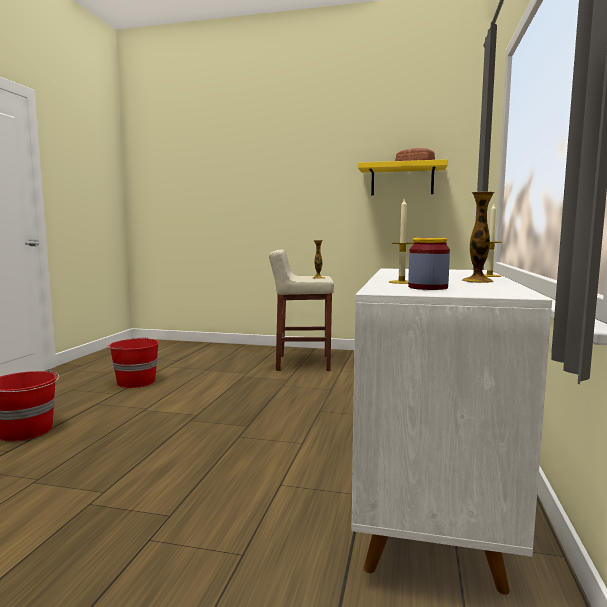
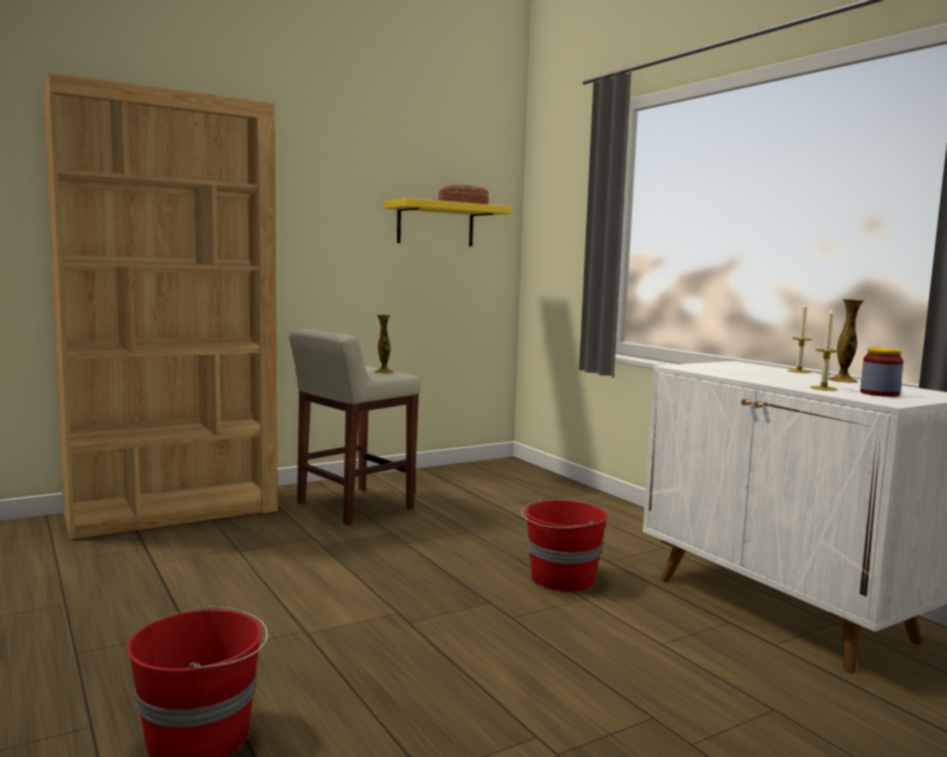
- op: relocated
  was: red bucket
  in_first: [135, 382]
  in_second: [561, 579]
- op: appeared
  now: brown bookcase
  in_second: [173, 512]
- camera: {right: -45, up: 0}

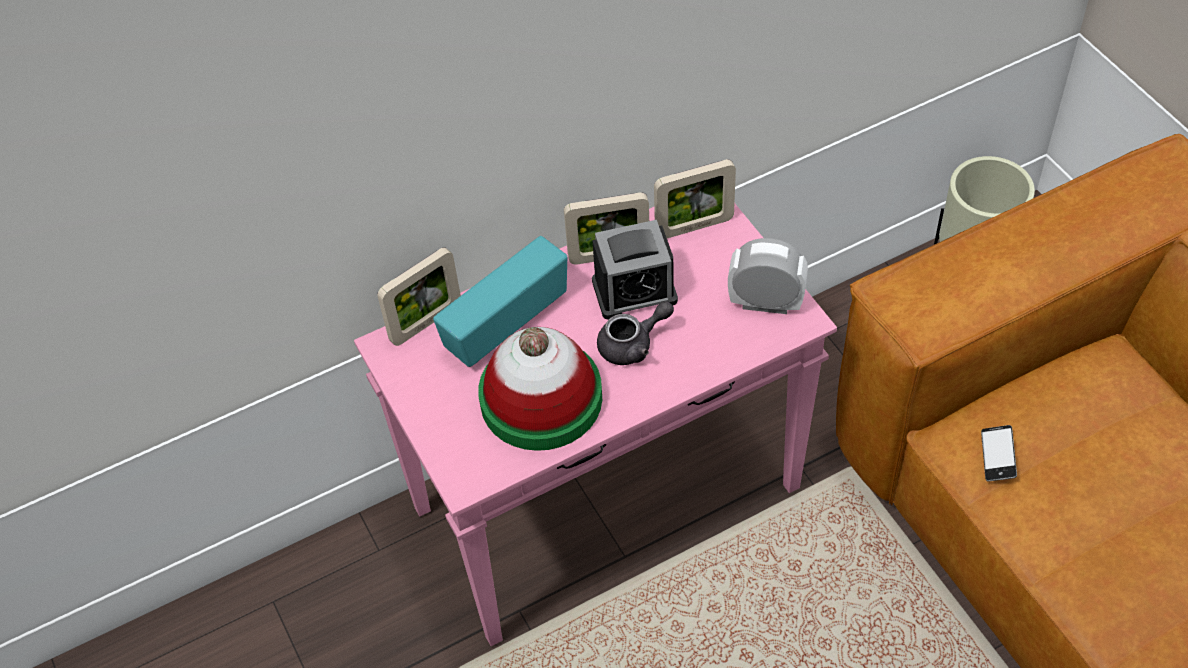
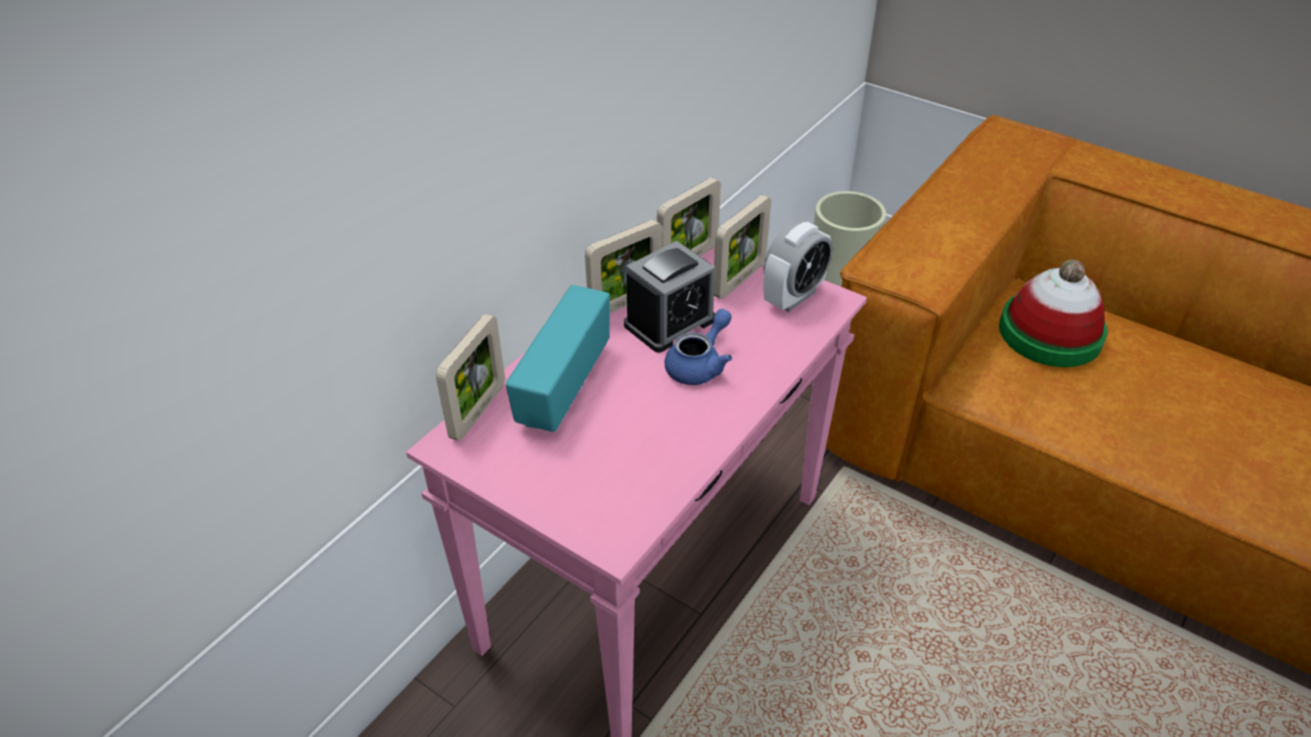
- op: spun
  was: alarm clock
  in_first: [765, 303]
  in_second: [793, 297]
  clockwise: 150
- op: colour
  was: grey teapot
  now: blue teapot
  in_first: [633, 345]
  in_second: [700, 365]
- op: relocated
  was: hat
  in_first: [541, 398]
  in_second: [1050, 333]
- op: missing
  was: phone
  in_first: [997, 456]
- op: appeared
  now: picture frame
  in_second: [739, 280]
- camera: {right: -30, up: -10}

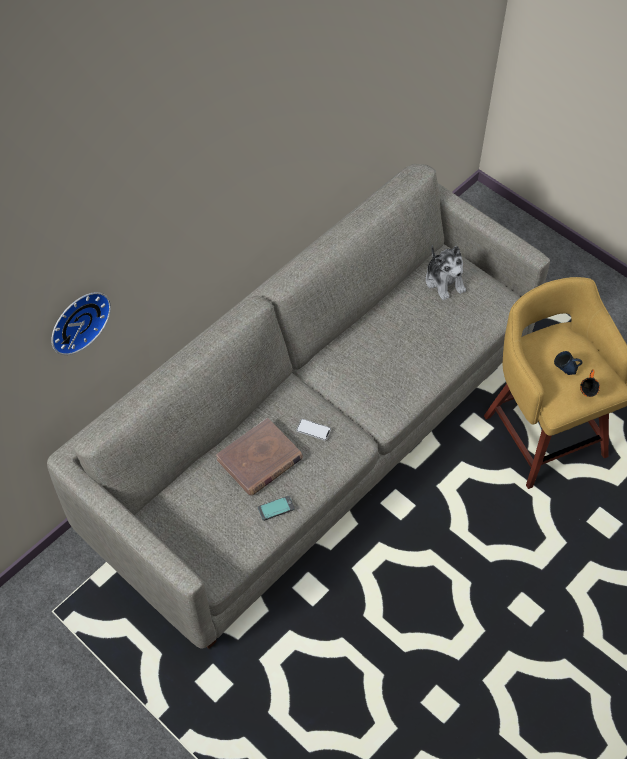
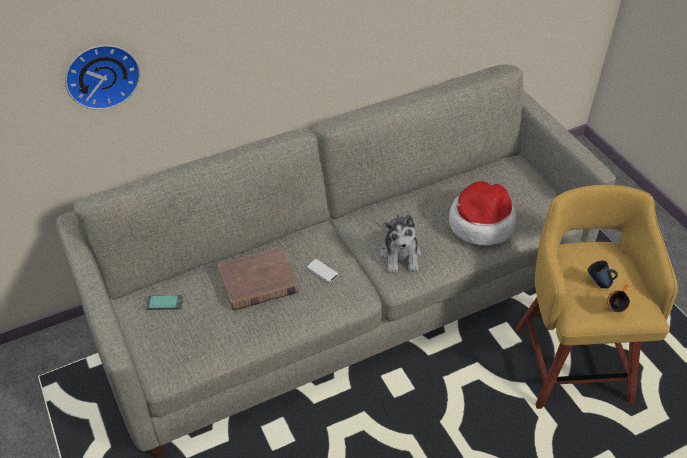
- op: relocated
  was: plush toy
  in_first: [444, 281]
  in_second: [401, 255]
- op: relocated
  was: phone
  in_first: [276, 508]
  in_second: [164, 302]
- op: appeared
  now: hat
  in_second: [480, 223]
- camera: {right: 20, up: -10}

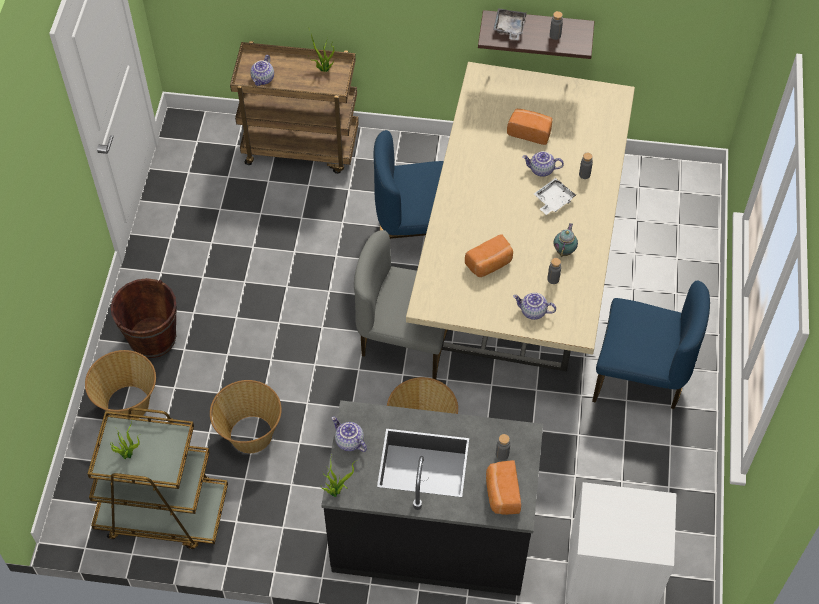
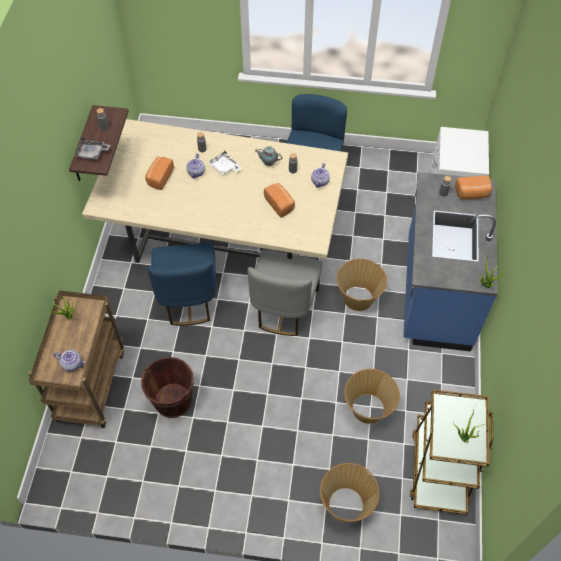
- op: relocated
  was: brown bucket
  in_first: [153, 338]
  in_second: [173, 401]
- op: colour
  was: black counter
  now: blue counter
  in_first: [431, 535]
  in_second: [435, 293]
- op: missing
  was: teapot
  in_first: [349, 442]
- camera: {right: -90, up: 0}

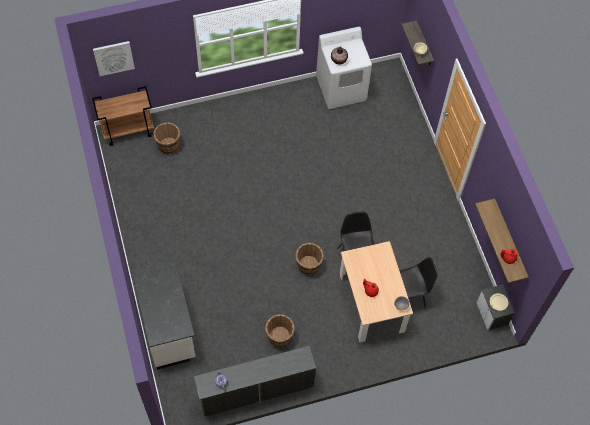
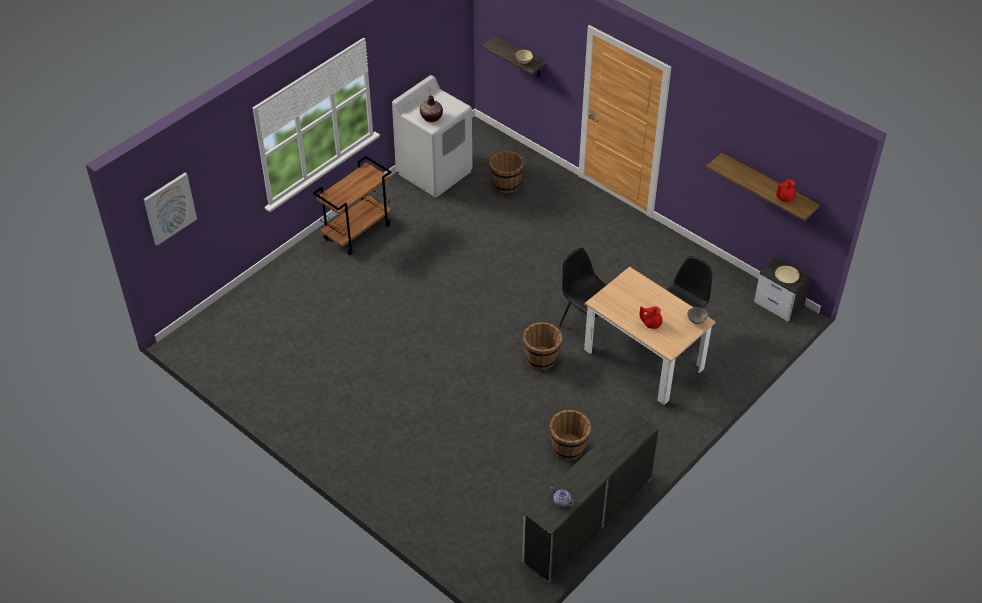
- op: relocated
  was: brown cart
  in_first: [128, 130]
  in_second: [357, 231]
- op: relocated
  was: brown bucket
  in_first: [168, 145]
  in_second: [506, 184]
- op: missing
  was: white counter
  in_first: [168, 327]
- camera: {right: -30, up: -15}

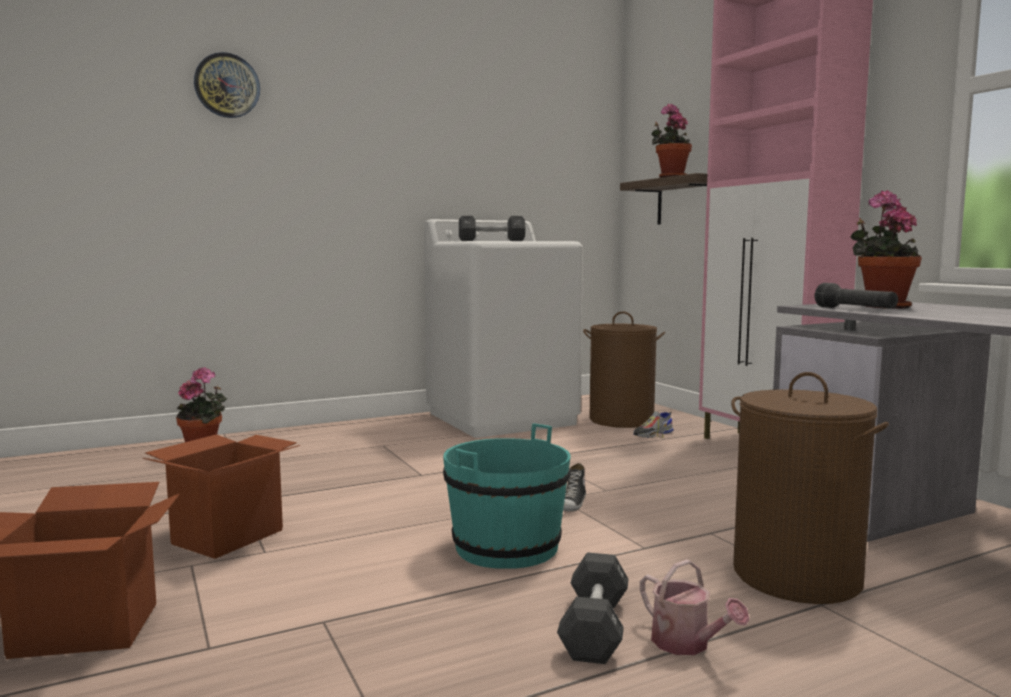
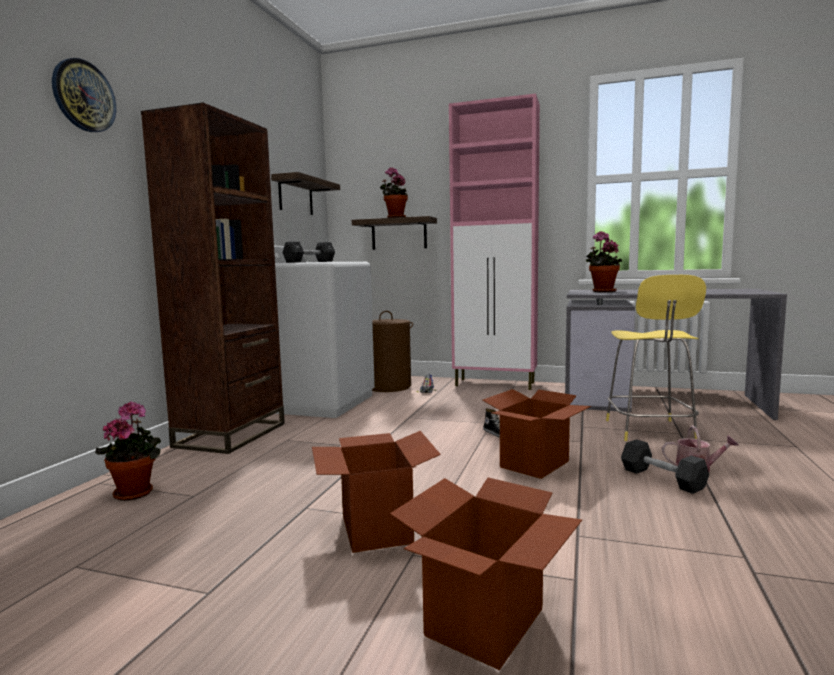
- op: missing
  was: black flashlight
  in_first: [855, 310]
- op: exchanged
  was: brown laundry basket
  now: yellow stool
  in_first: [795, 575]
  in_second: [650, 431]
- op: exchanged
  was: turquoise bucket
  now: cardboard box
  in_first: [506, 547]
  in_second: [534, 464]
- op: appeared
  now: brown bookcase
  in_second: [231, 435]
- op: appeared
  now: shelf
  in_second: [295, 196]
- camera: {right: -45, up: 0}

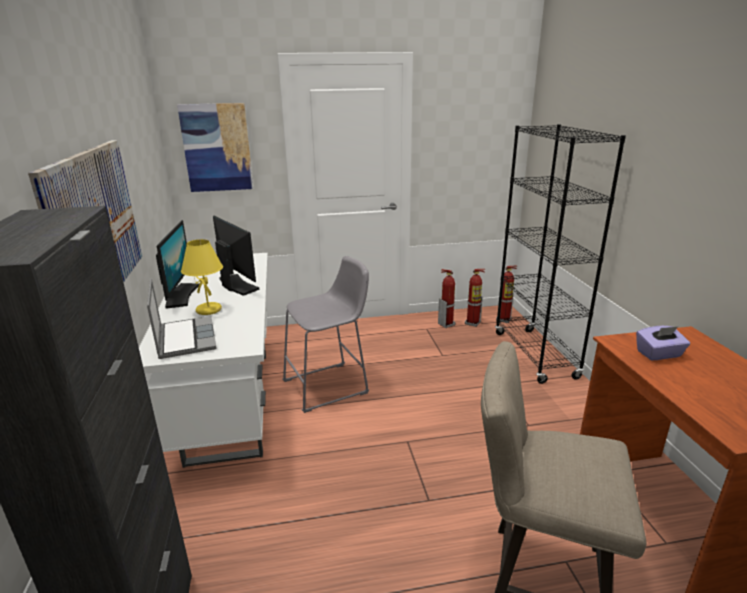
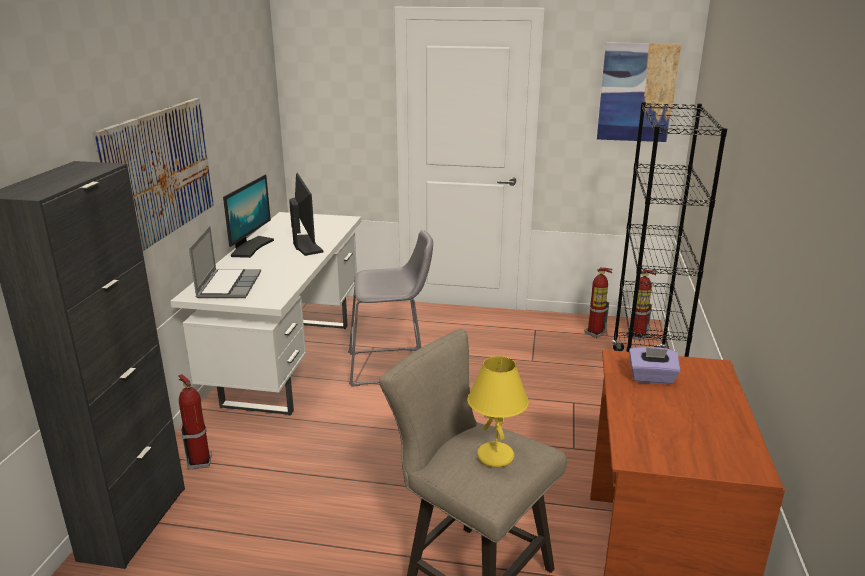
- op: relocated
  was: picture
  in_first: [217, 148]
  in_second: [637, 92]
- op: relocated
  was: yellow table lamp
  in_first: [209, 310]
  in_second: [496, 456]
- op: relocated
  was: fire extinguisher
  in_first: [446, 324]
  in_second: [200, 461]
- camera: {right: 20, up: 0}

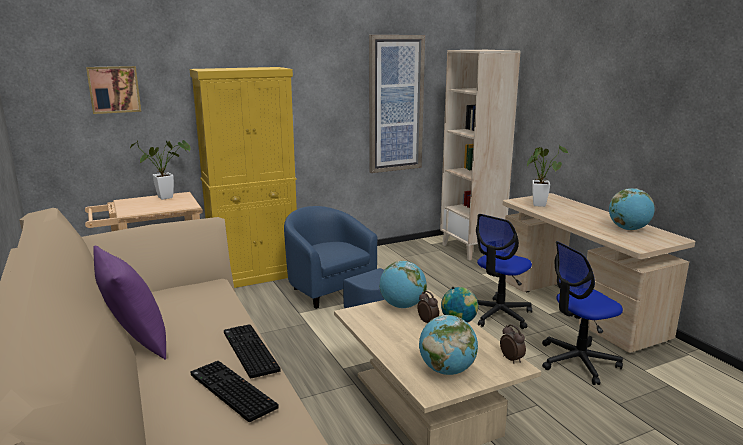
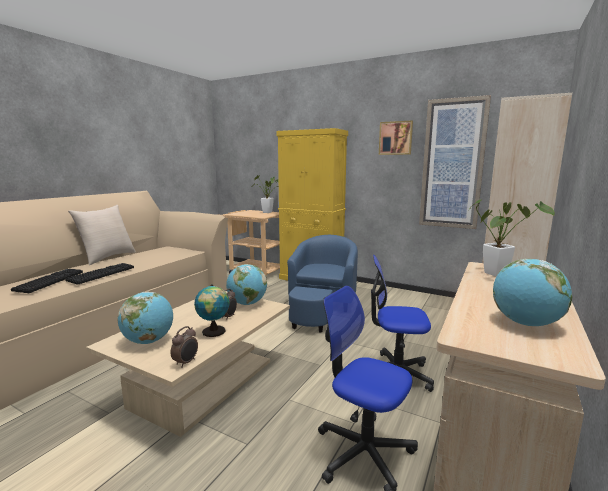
- op: relocated
  was: picture
  in_first: [114, 89]
  in_second: [395, 138]
- op: colour
  was: purple pillow
  now: beige pillow
  in_first: [135, 342]
  in_second: [107, 257]
- camera: {right: 55, up: -5}

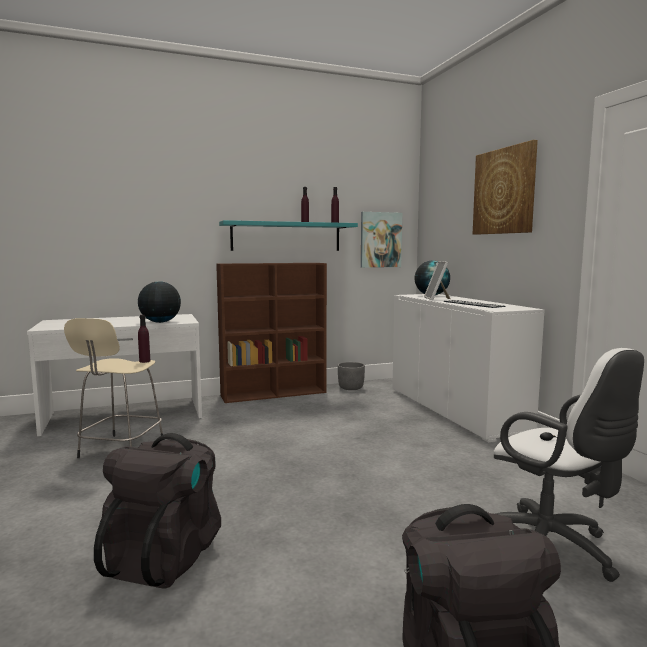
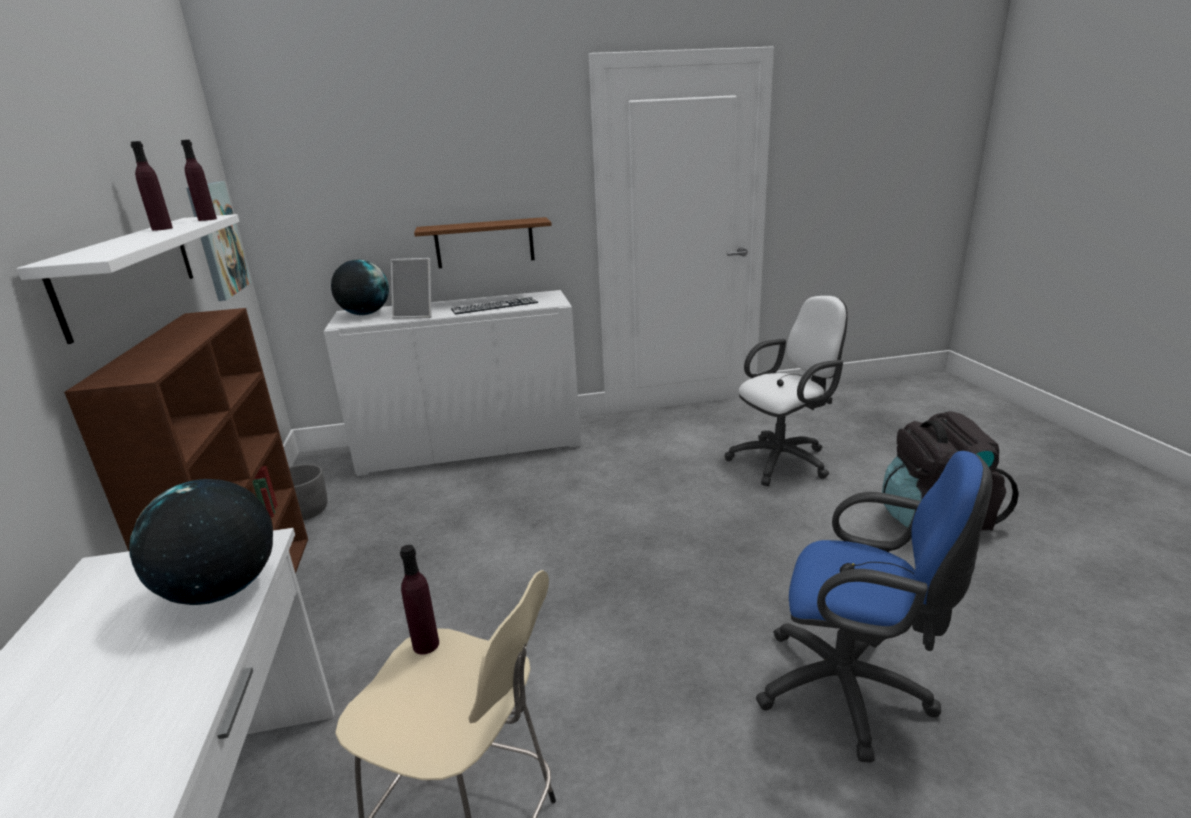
- op: missing
  was: picture
  in_first: [504, 191]
- op: colour
  was: turquoise shelf
  now: white shelf
  in_first: [286, 237]
  in_second: [130, 271]
- op: exchanged
  was: black backpack
  now: blue office chair
  in_first: [166, 555]
  in_second: [852, 692]
- op: appeared
  now: brown shelf
  in_second: [484, 243]
- camera: {right: -80, up: 15}

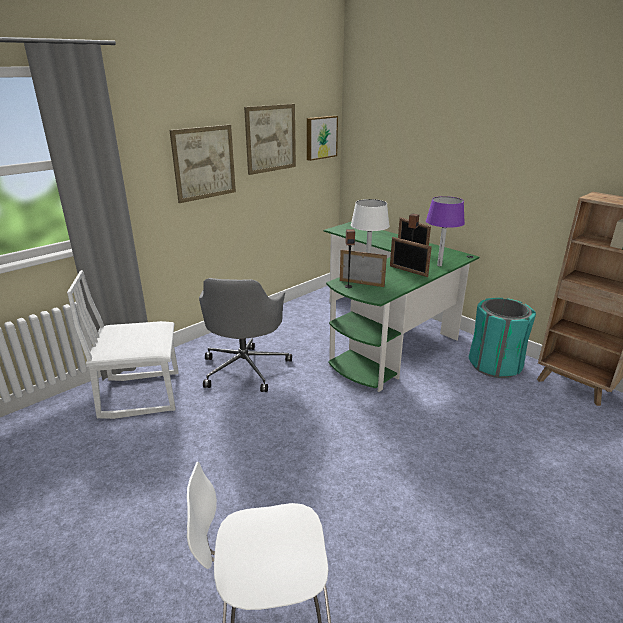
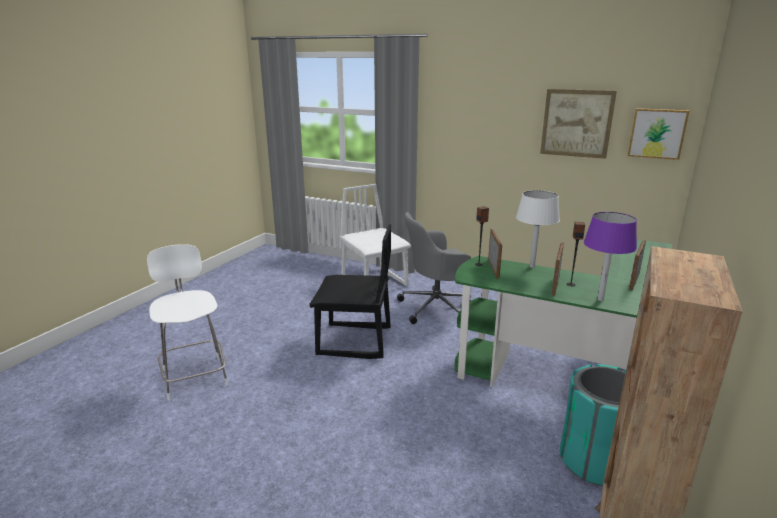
- op: missing
  was: picture
  in_first: [204, 163]
- op: appeared
  now: black chair
  in_second: [354, 342]
- camera: {right: 70, up: -5}

